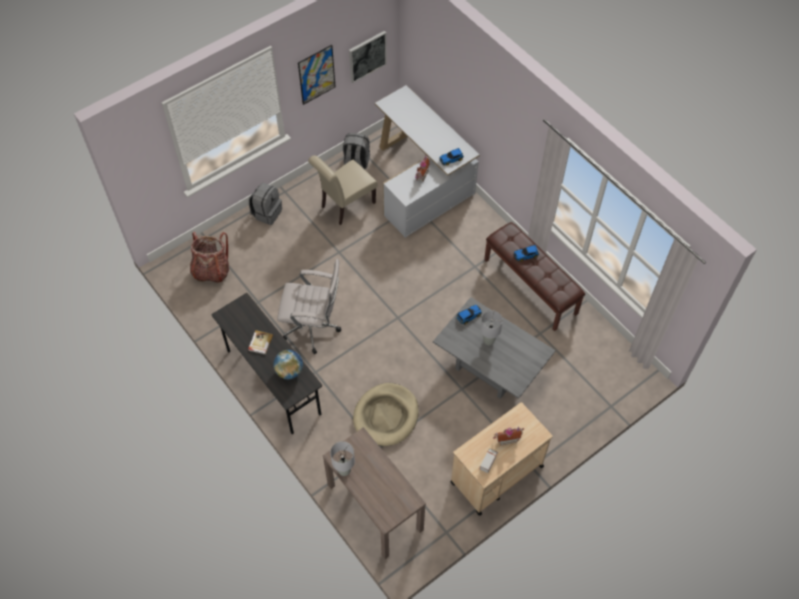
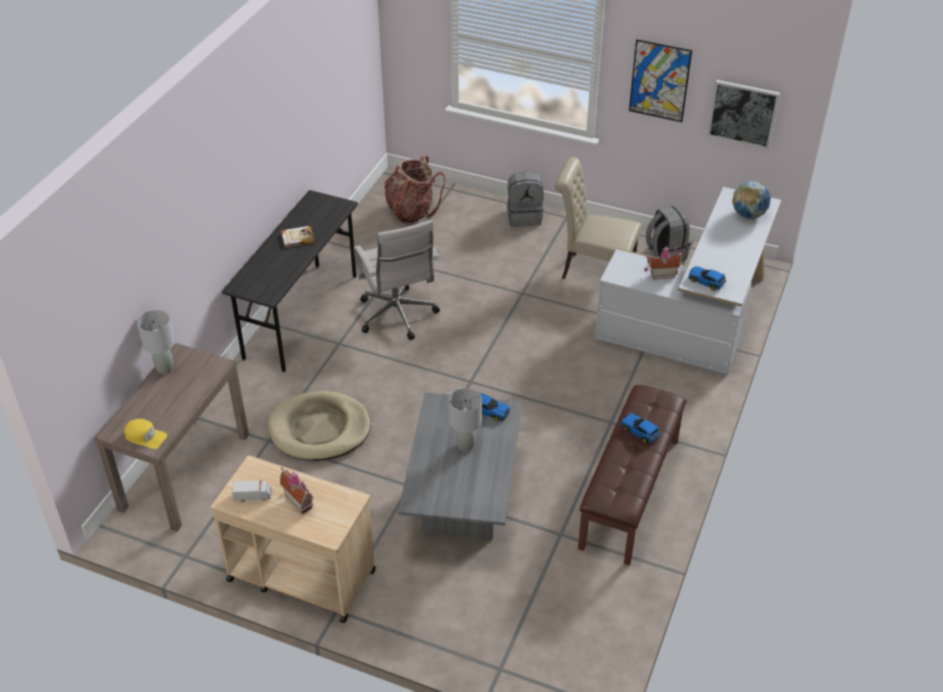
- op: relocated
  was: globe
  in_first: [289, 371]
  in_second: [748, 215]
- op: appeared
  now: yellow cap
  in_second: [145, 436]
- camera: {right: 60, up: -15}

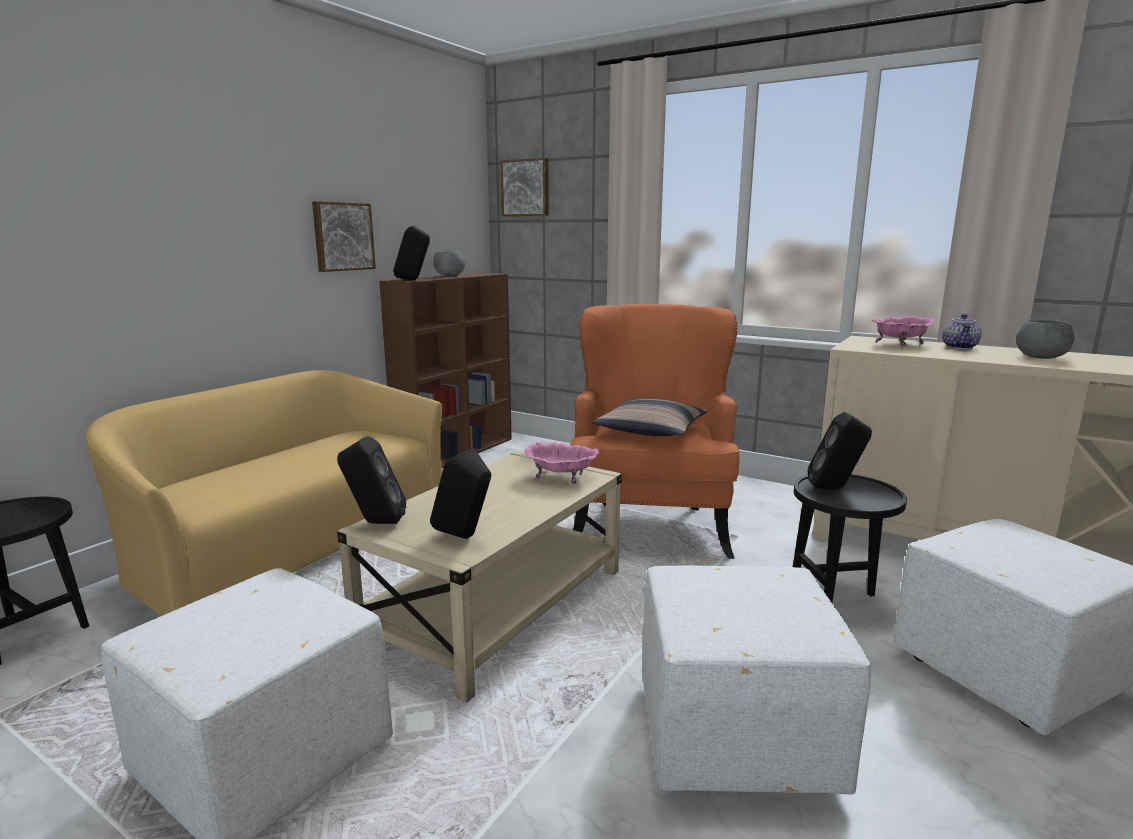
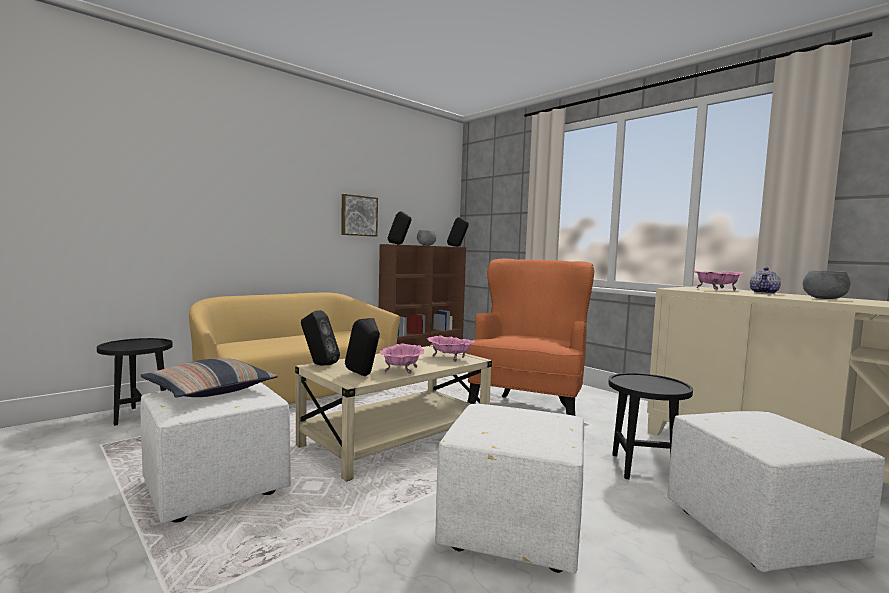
- op: missing
  was: picture
  in_first: [526, 188]
- op: relocated
  was: pillow
  in_first: [651, 430]
  in_second: [210, 390]
- op: relocated
  was: black speaker
  in_first: [835, 489]
  in_second: [457, 246]
- op: appeared
  now: pink bowl
  in_second: [401, 370]
- camera: {right: 15, up: -10}

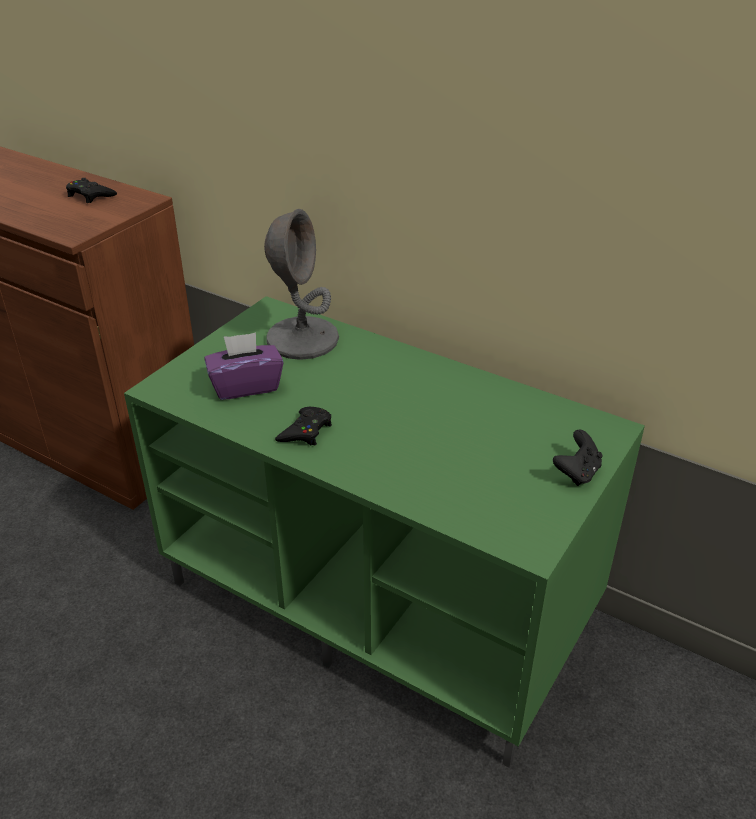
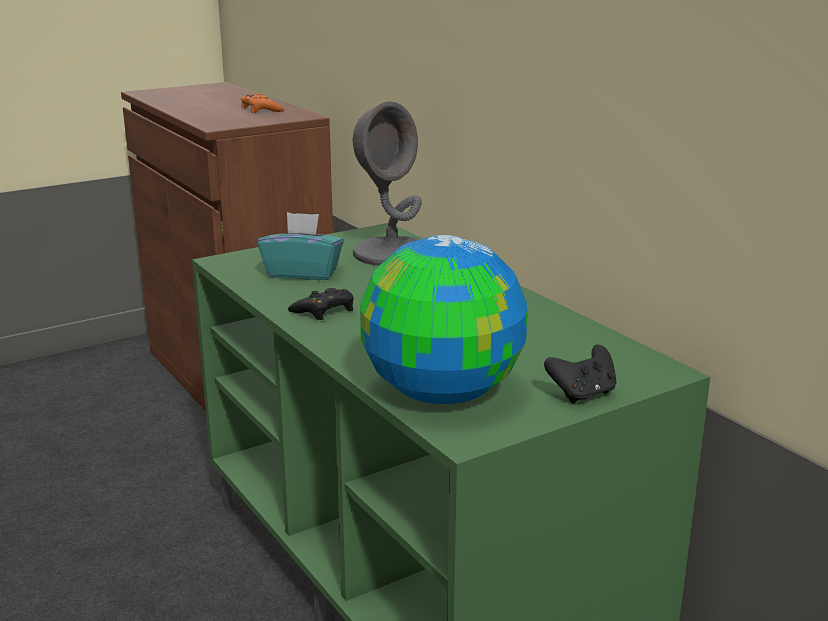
- op: colour
  was: black game controller
  now: orange game controller
  in_first: [90, 195]
  in_second: [261, 110]
- op: colour
  was: purple tissue box
  now: turquoise tissue box
  in_first: [246, 386]
  in_second: [303, 273]
- op: appeared
  now: globe
  in_second: [443, 394]
- camera: {right: 25, up: -15}

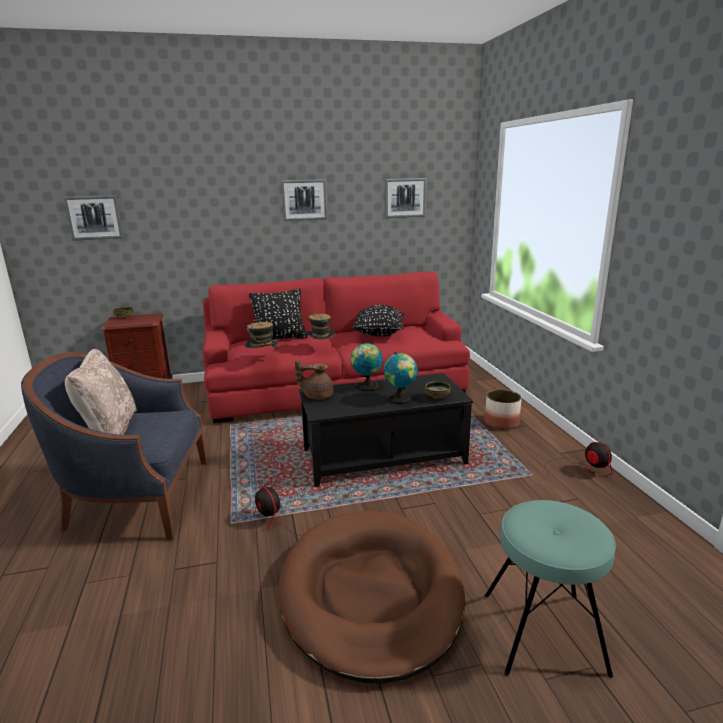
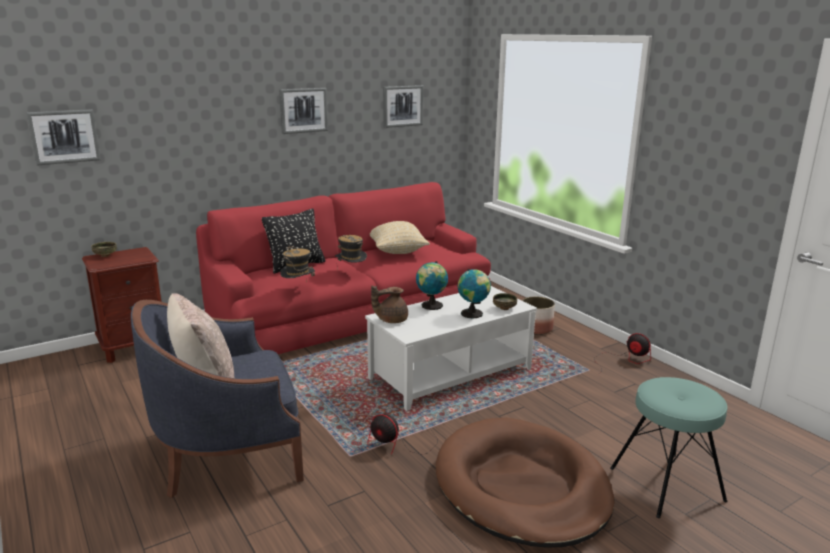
- op: colour
  was: black pillow
  now: beige pillow
  in_first: [379, 334]
  in_second: [397, 252]
- op: colour
  was: black coffee table
  now: white coffee table
  in_first: [383, 456]
  in_second: [450, 373]
- camera: {right: -20, up: 0}

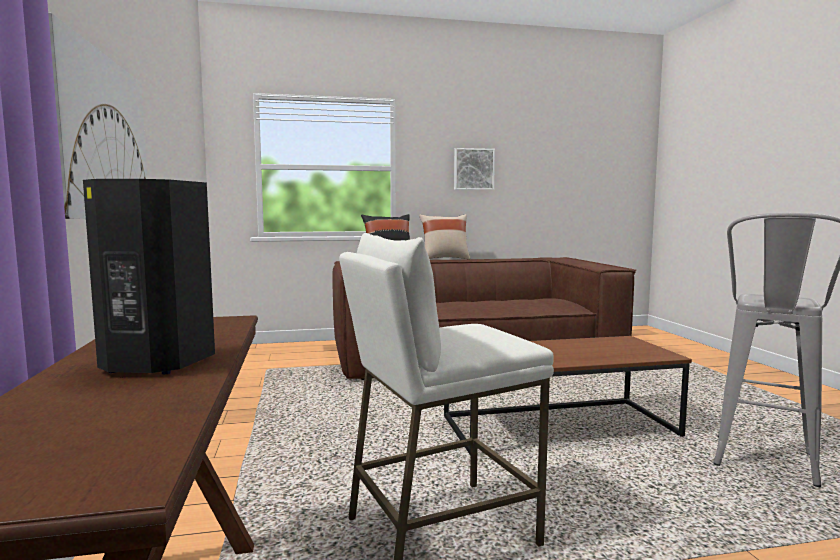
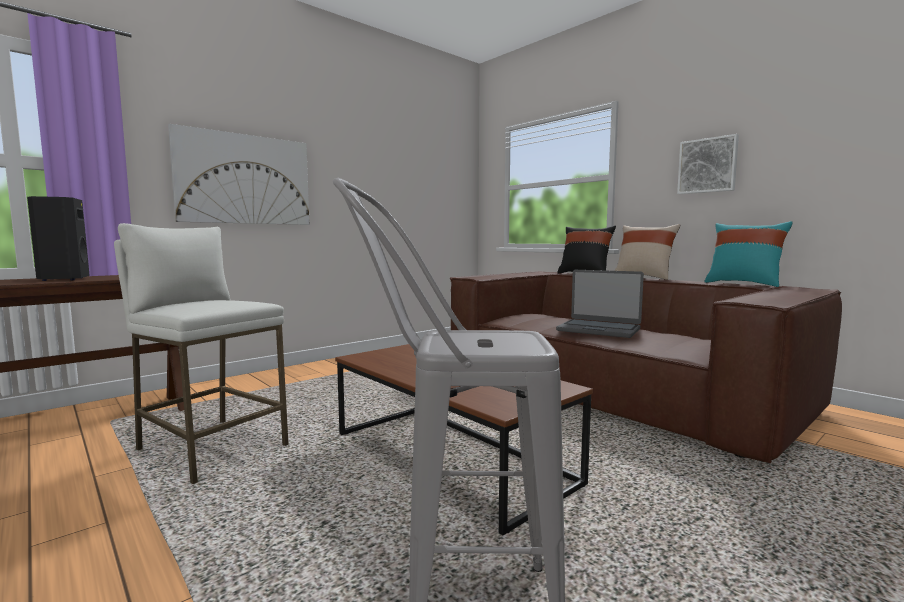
- op: appeared
  now: turquoise pillow
  in_second: [744, 284]
- op: appeared
  now: laptop
  in_second: [599, 329]
- camera: {right: 60, up: 0}

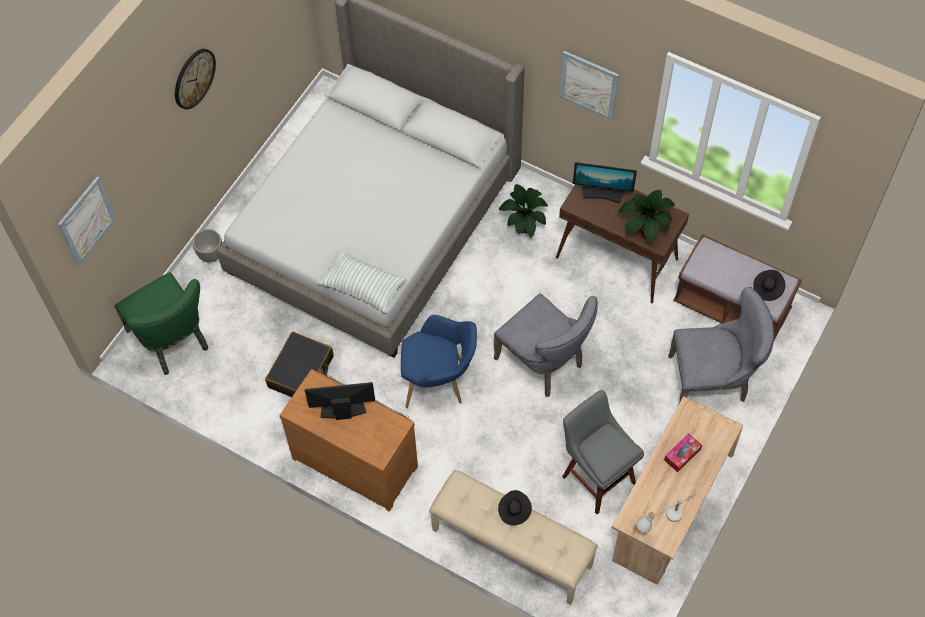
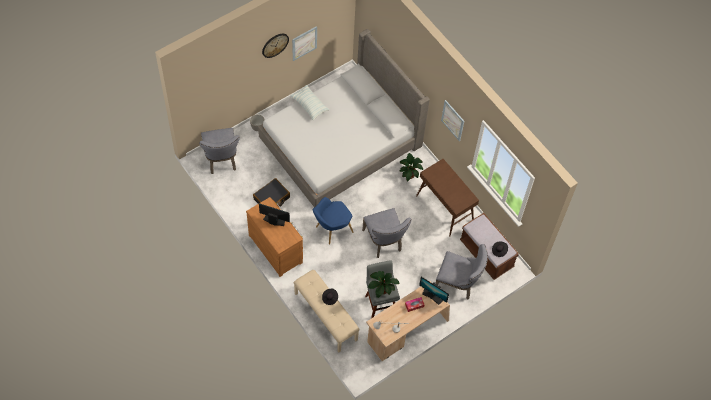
- op: relocated
  was: monitor
  in_first: [602, 193]
  in_second: [433, 295]
- op: relocated
  was: picture
  in_first: [86, 221]
  in_second: [304, 43]
- op: relocated
  was: potted plant
  in_first: [644, 229]
  in_second: [381, 289]
- op: relocated
  was: pillow
  in_first: [362, 287]
  in_second: [309, 105]
- op: colour
  was: green chair
  now: grey chair
  in_first: [173, 342]
  in_second: [221, 160]
- op: spun
  was: blue armchair
  in_first: [439, 382]
  in_second: [331, 230]
  clockwise: 120
- camera: {right: 20, up: 0}

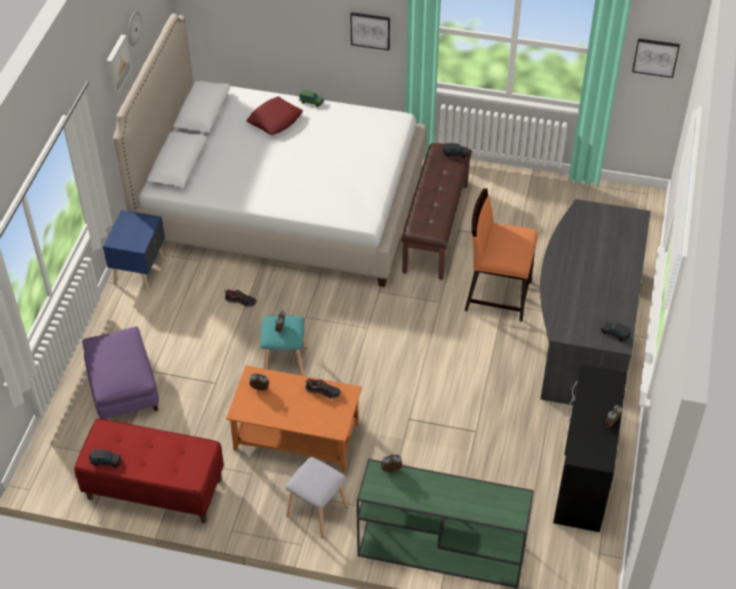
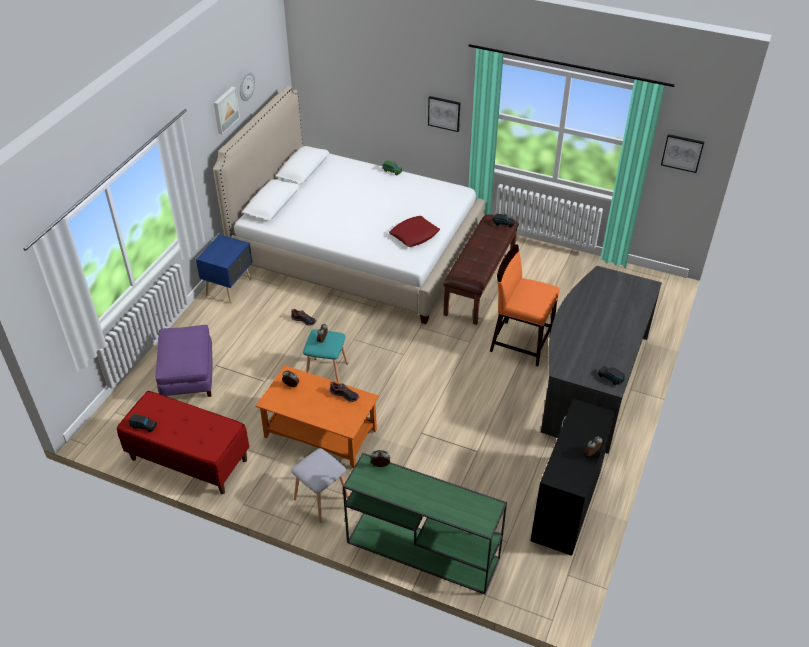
- op: relocated
  was: red pillow
  in_first: [275, 120]
  in_second: [414, 235]
- camera: {right: 10, up: -5}

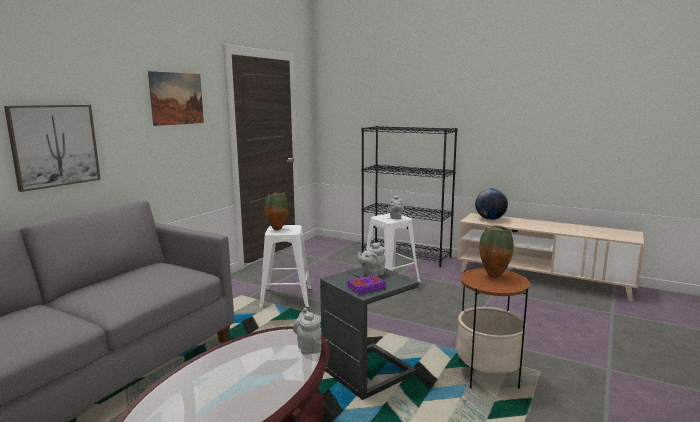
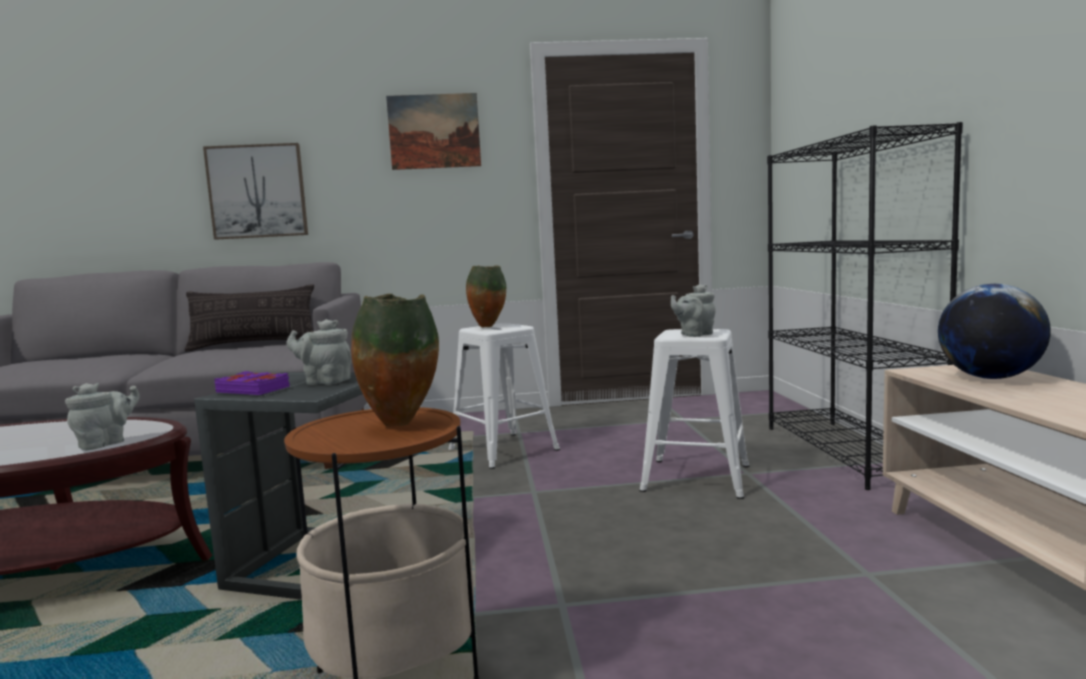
- op: appeared
  now: pillow
  in_second: [254, 345]
- camera: {right: 55, up: -5}

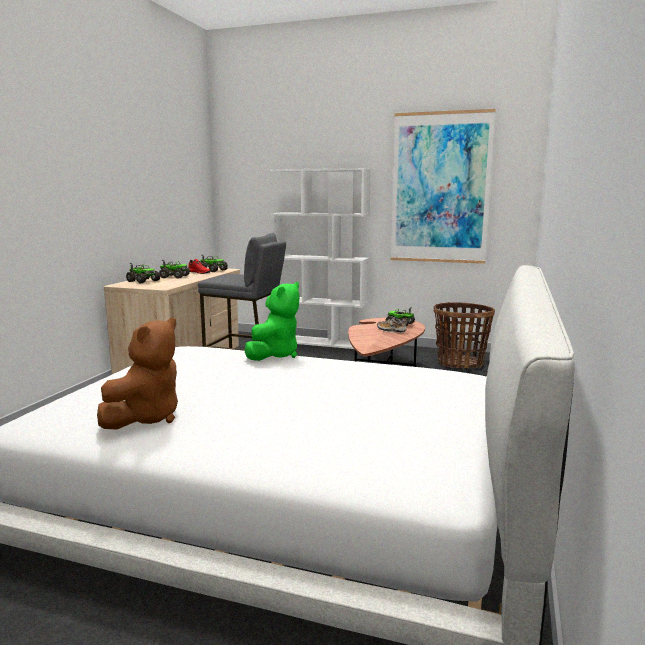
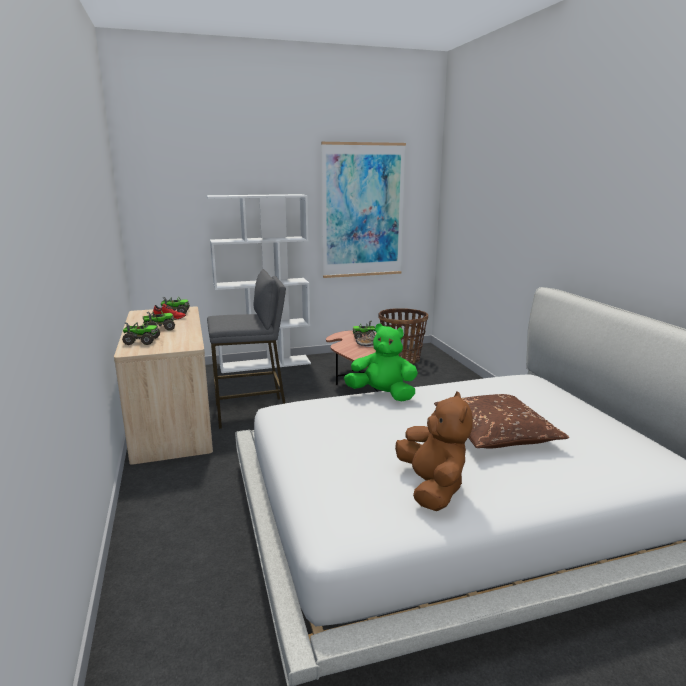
- op: spun
  was: green plush toy
  in_first: [274, 355]
  in_second: [382, 395]
  clockwise: -60
- op: appeared
  now: brown pillow
  in_second: [495, 433]
- camera: {right: -35, up: 5}

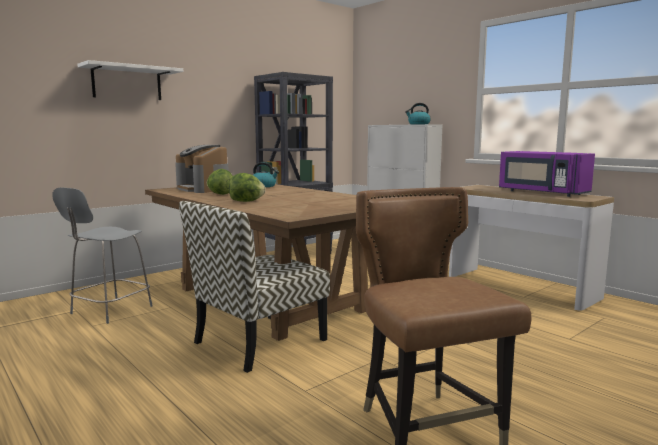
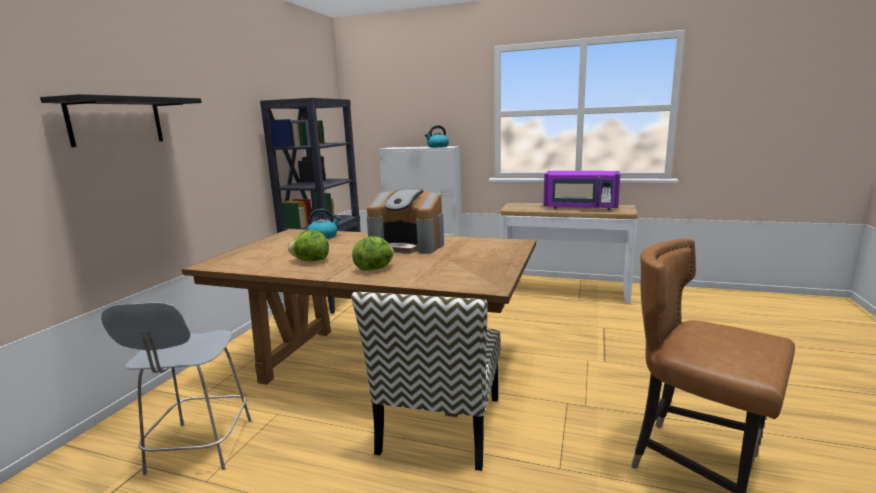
- op: colour
  was: white shelf
  now: black shelf
  in_first: [127, 83]
  in_second: [116, 121]
- op: relocated
  was: coffee machine
  in_first: [204, 189]
  in_second: [408, 245]
- camera: {right: -30, up: 5}

